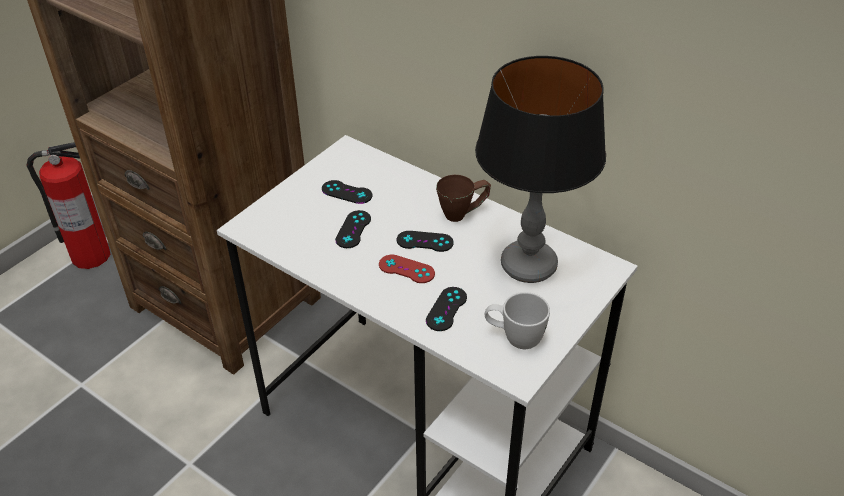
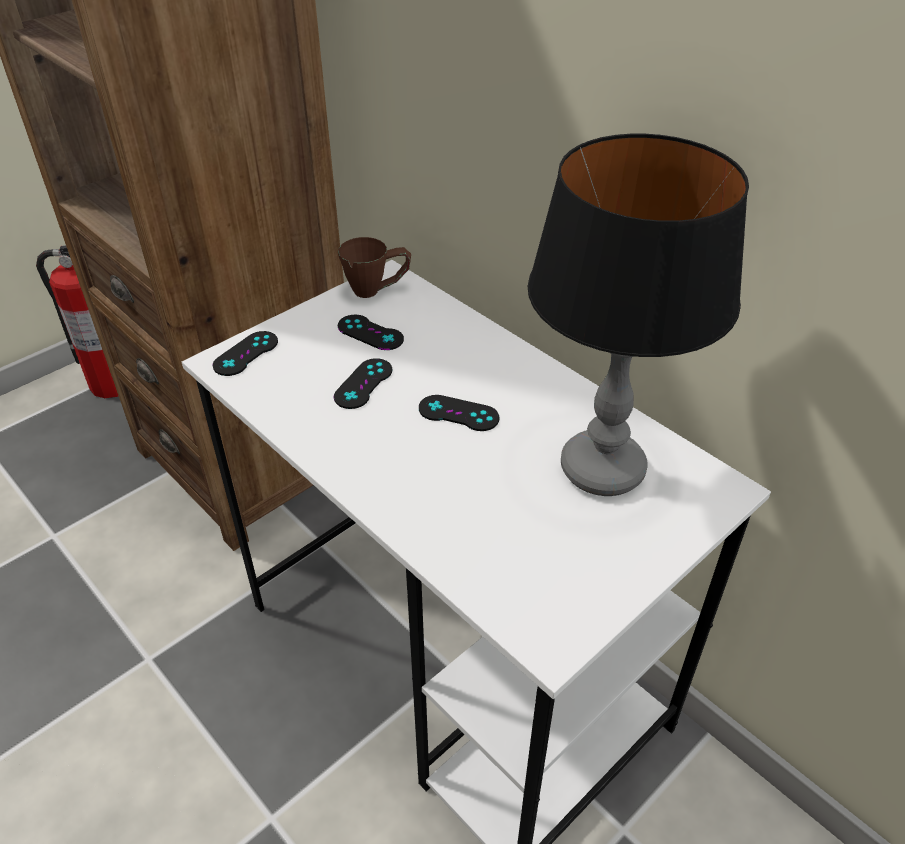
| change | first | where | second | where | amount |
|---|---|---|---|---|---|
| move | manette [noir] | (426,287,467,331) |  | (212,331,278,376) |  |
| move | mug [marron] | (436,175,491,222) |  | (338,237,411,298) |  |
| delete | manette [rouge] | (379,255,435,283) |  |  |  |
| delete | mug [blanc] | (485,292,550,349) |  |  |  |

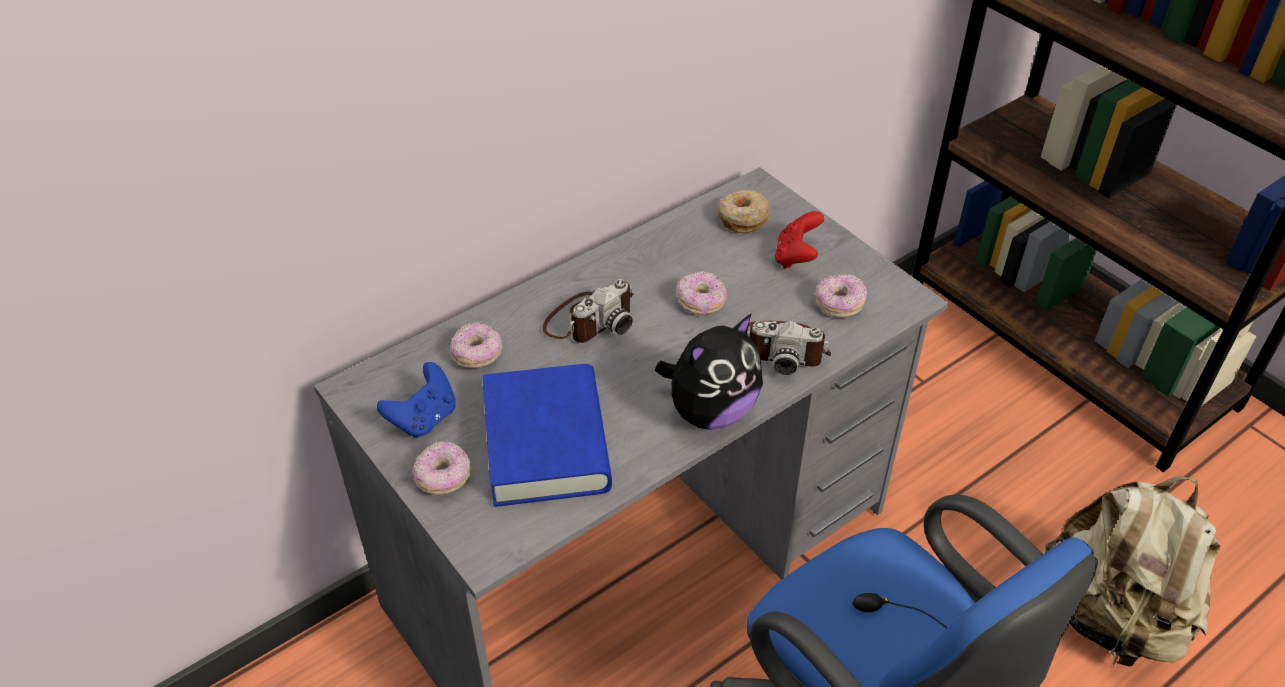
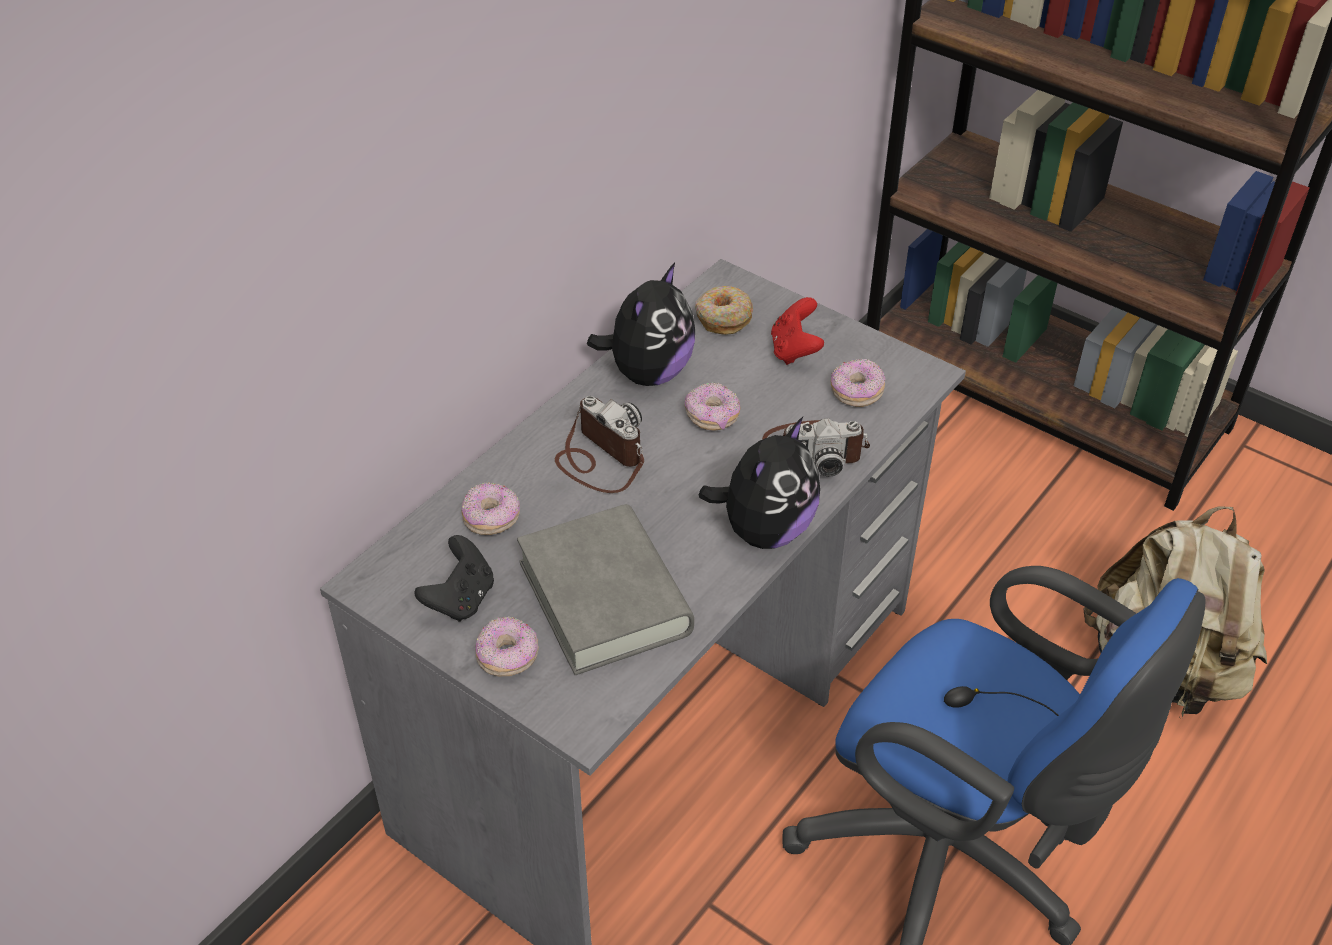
| change | first | where | second | where | amount |
|---|---|---|---|---|---|
| recolor | manette [bleu] | (377,362,456,438) | manette [noir] | (414,535,494,622) |  |
| recolor | livre [bleu] | (483,364,612,507) | livre [gris] | (517,504,694,675) |  |
| rotate | appareil photo | (542,279,634,343) |  | (555,396,644,493) | 75 degrees counterclockwise |
| insert |  |  | peluche | (587,263,695,386) |  |

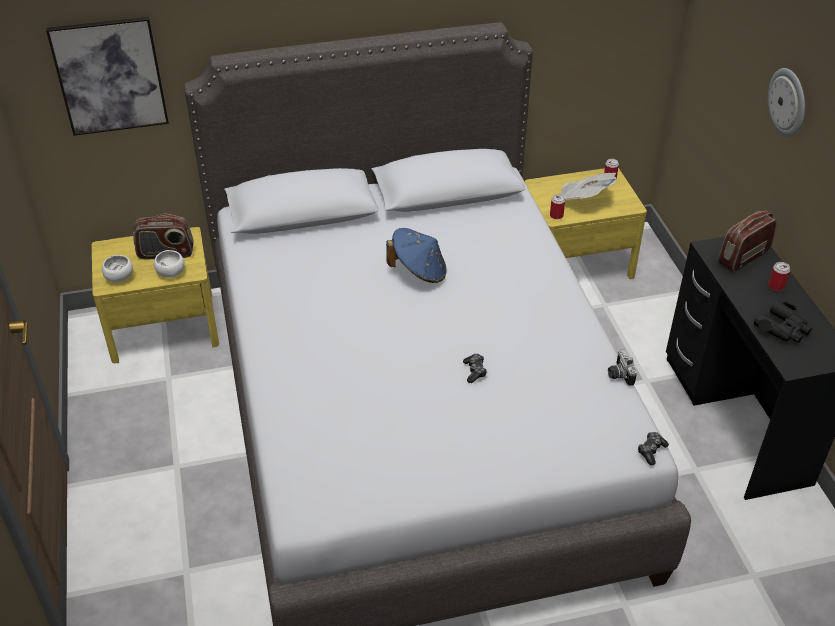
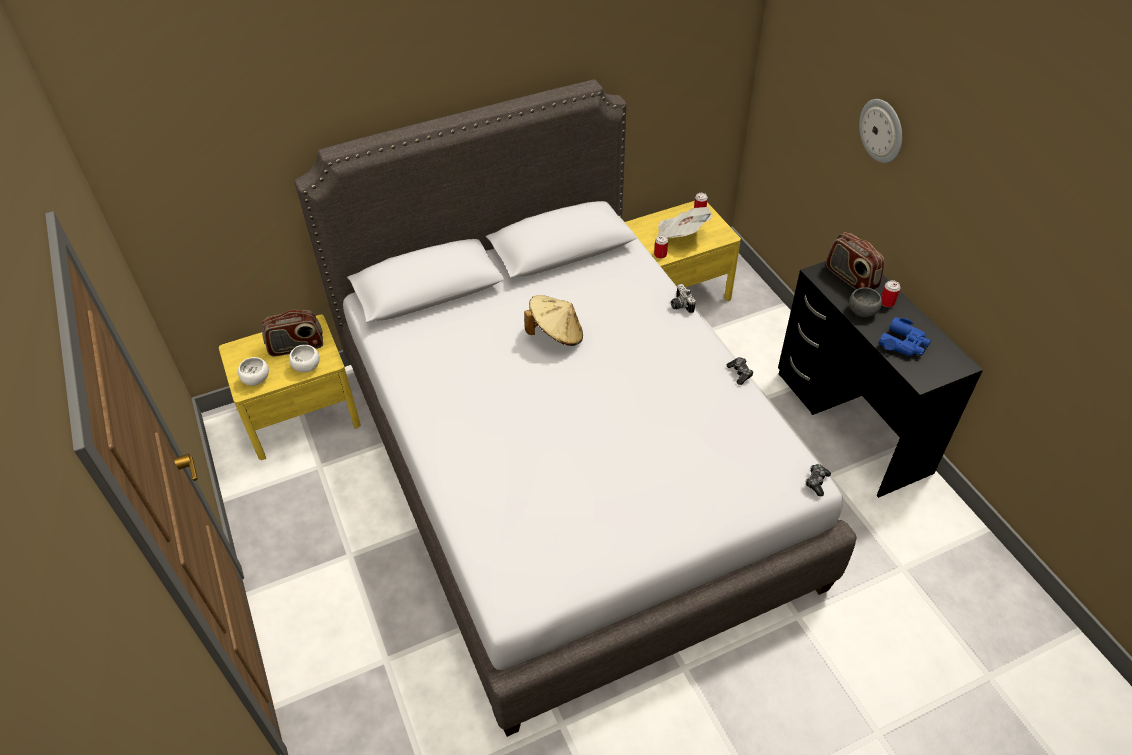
| change | first | where | second | where | amount |
|---|---|---|---|---|---|
| recolor | chapeau [bleu] | (386,228,447,283) | chapeau [beige] | (524,295,583,346) |  |
| move | appareil photo | (608,349,637,386) |  | (671,284,696,313) |  |
| move | manette | (463,354,487,383) |  | (727,357,754,385) |  |
| rotate | radio | (718,211,777,272) |  | (826,232,885,289) | 75 degrees counterclockwise |
| insert |  |  | bol [gris] | (849,287,882,317) |  |
| recolor | jumelles [noir] | (754,300,812,343) | jumelles [bleu] | (879,317,931,356) |  |
| delete | tableau | (46,17,169,136) |  |  |  |

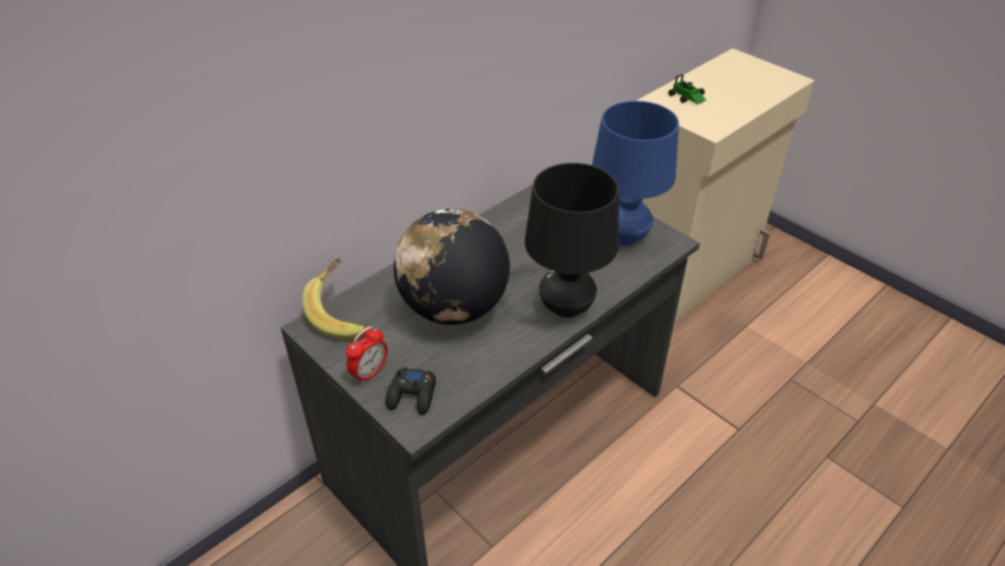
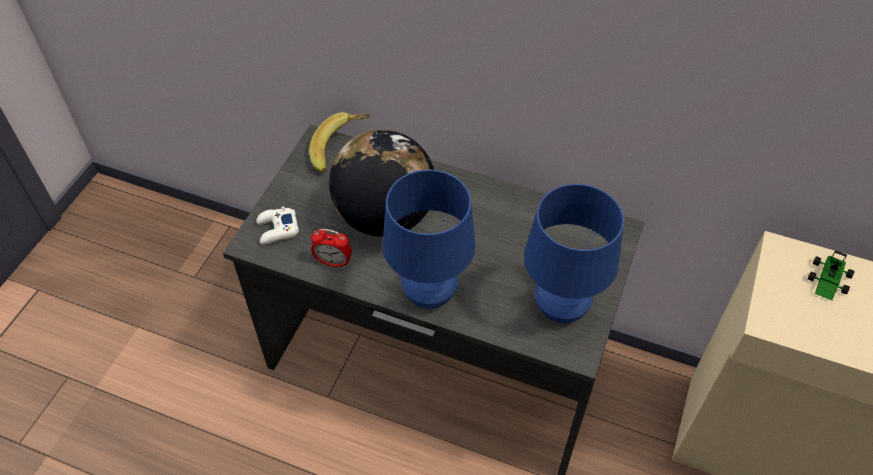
| change | first | where | second | where | amount |
|---|---|---|---|---|---|
| recolor | manette [noir] | (386,367,436,415) | manette [blanc] | (256,206,299,245) |  |
| move | réveil | (346,326,388,384) |  | (311,229,352,268) |  |
| recolor | lampe de table [noir] | (525,163,619,318) | lampe de table [bleu] | (383,170,476,308) |  |

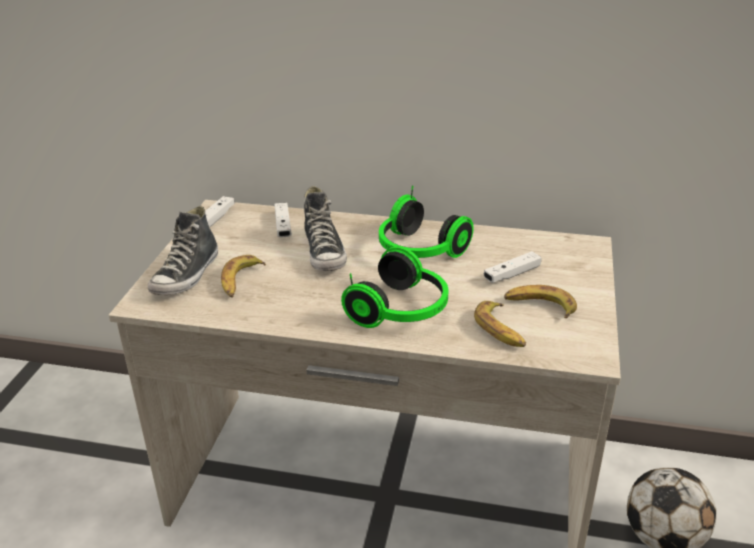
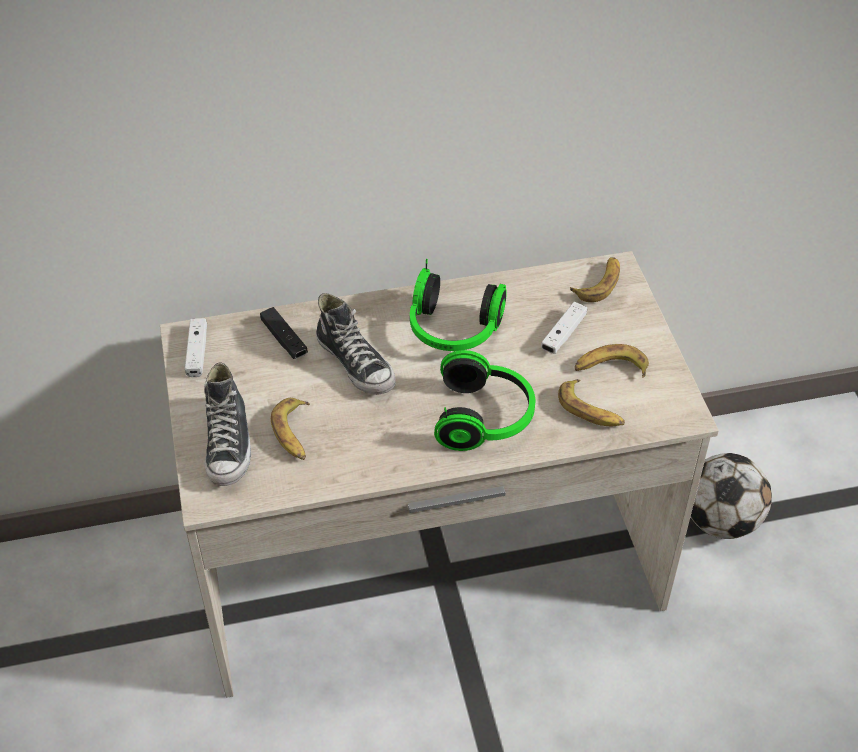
| change | first | where | second | where | amount |
|---|---|---|---|---|---|
| recolor | manette [blanc] | (274,203,292,237) | manette [noir] | (260,307,308,359) |  |
| insert |  |  | banane | (570,257,620,302) |  |

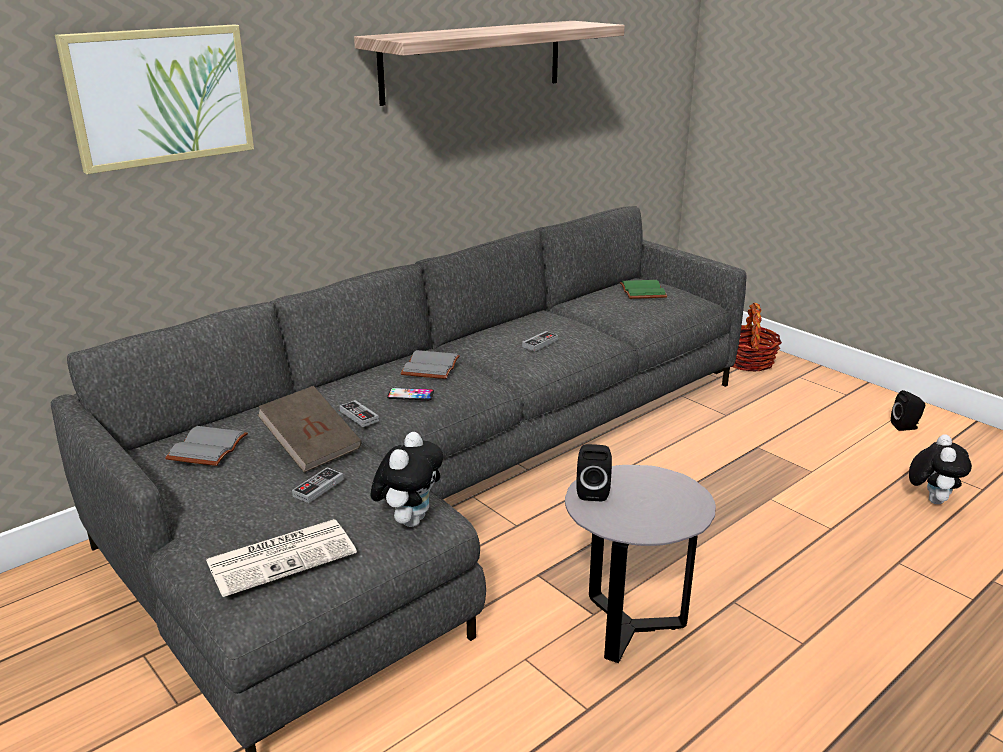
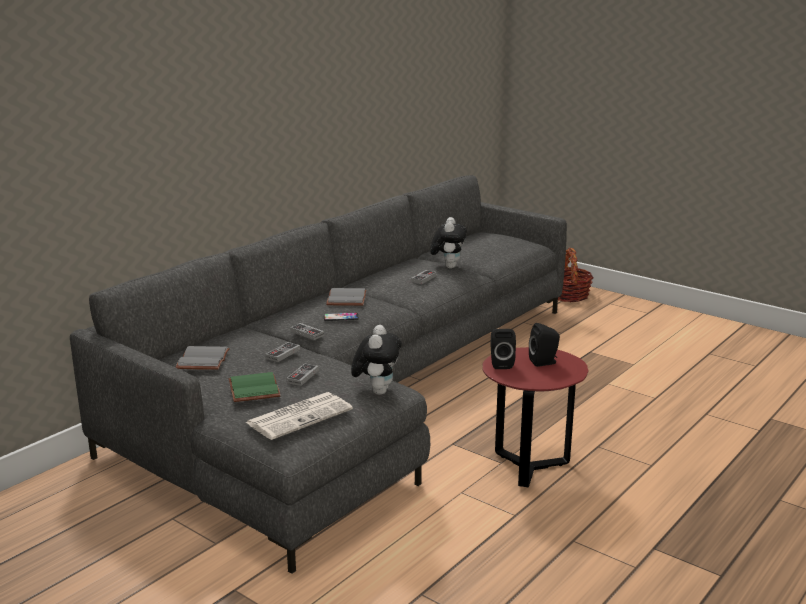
| change | first | where | second | where | amount |
|---|---|---|---|---|---|
| move | livre [vert] | (620,280,668,299) |  | (229,372,281,402) |  |
| replace | livre [marron] | (257,386,362,473) | manette | (266,342,300,362) |  |
| move | peluche | (909,434,972,504) |  | (430,217,467,268) |  |
| recolor | table d'appoint [gris] | (565,465,716,663) | table d'appoint [rouge] | (483,347,588,488) |  |
| move | enceinte [noir] | (891,390,925,431) |  | (529,323,560,367) |  |
| delete | tableau | (55,24,254,174) |  |  |  |
| delete | étagère | (354,21,625,106) |  |  |  |

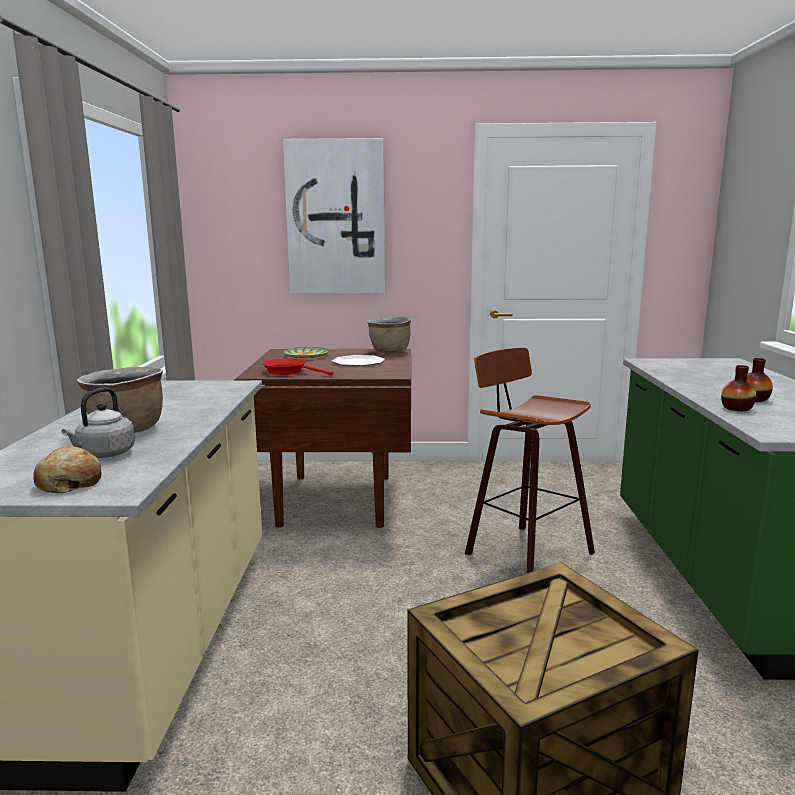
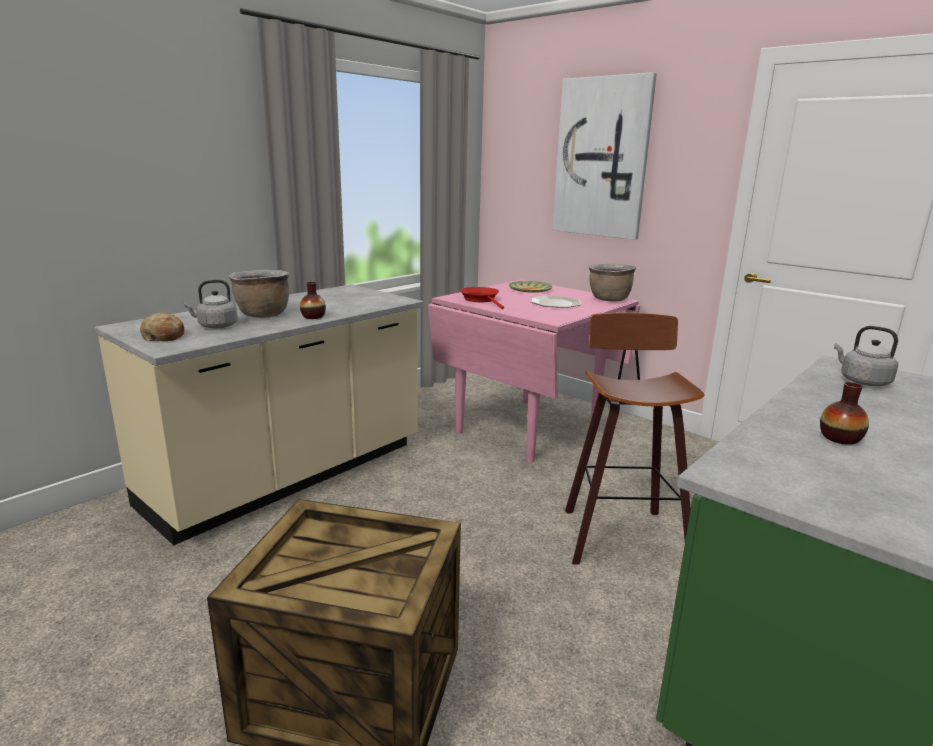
| change | first | where | second | where | amount |
|---|---|---|---|---|---|
| move | vase | (721,365,756,411) |  | (300,282,326,319) |  |
| recolor | table à manger [marron] | (234,349,411,528) | table à manger [rose] | (428,280,640,462) |  |
| insert |  |  | bouilloire [gris] | (834,326,898,386) |  |

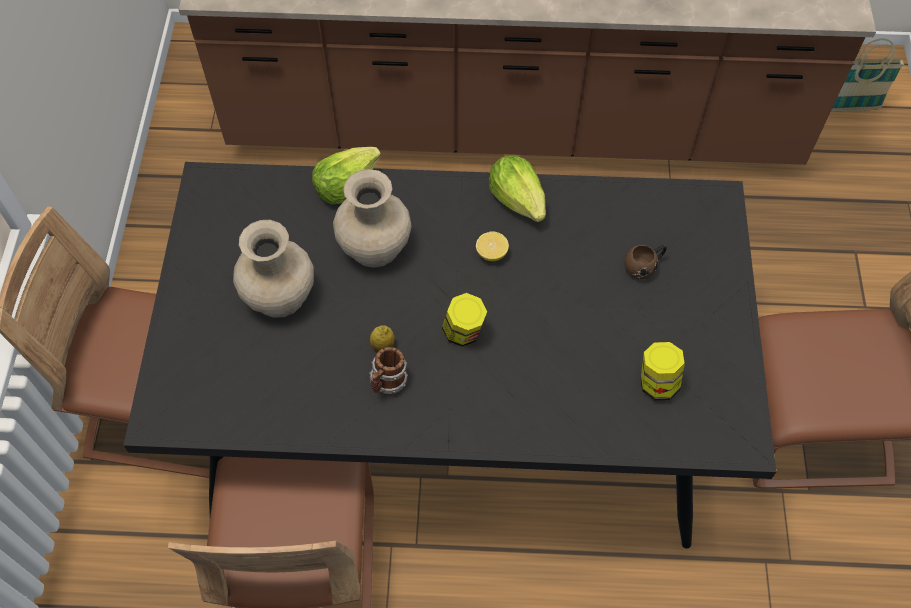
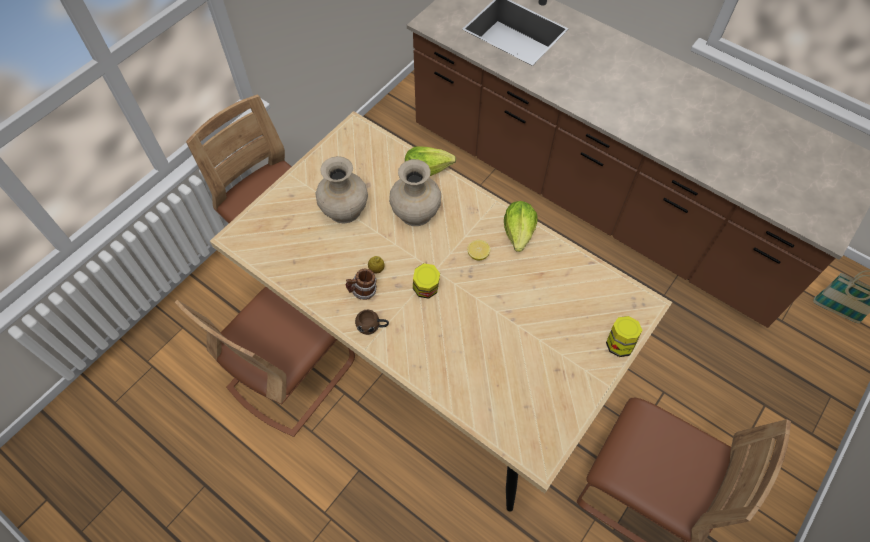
| change | first | where | second | where | amount |
|---|---|---|---|---|---|
| recolor | table à manger [noir] | (123,162,776,549) | table à manger [beige] | (210,111,672,512) |  |
| move | mug [marron] | (624,245,667,279) |  | (355,310,389,335) |  |
| move | bocal | (641,342,685,400) |  | (606,316,642,357) |  |

